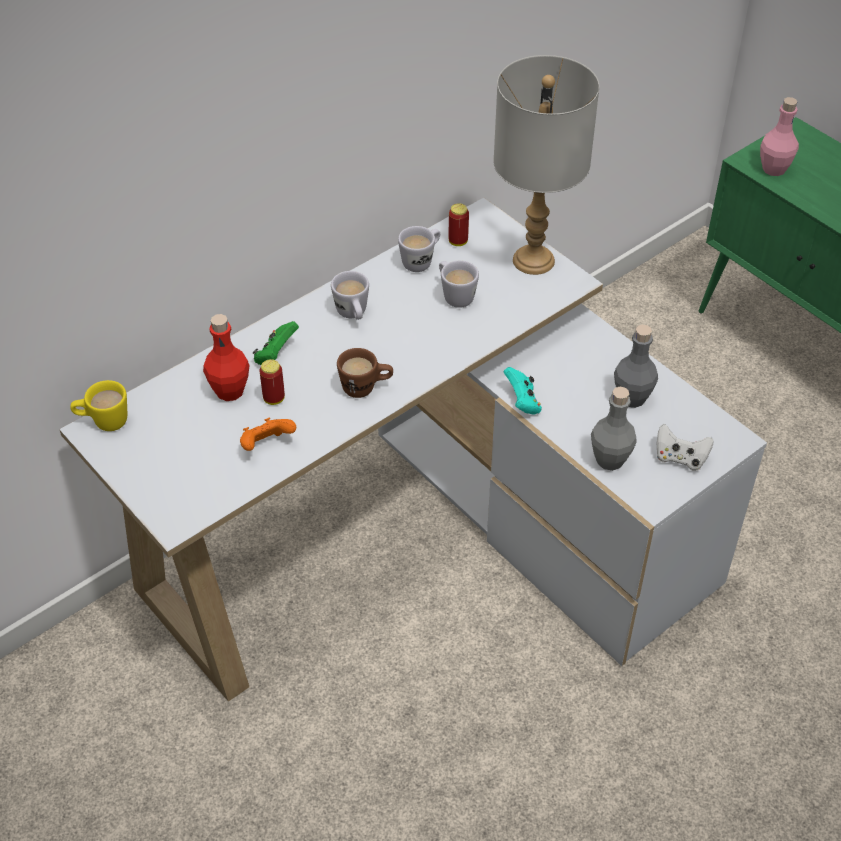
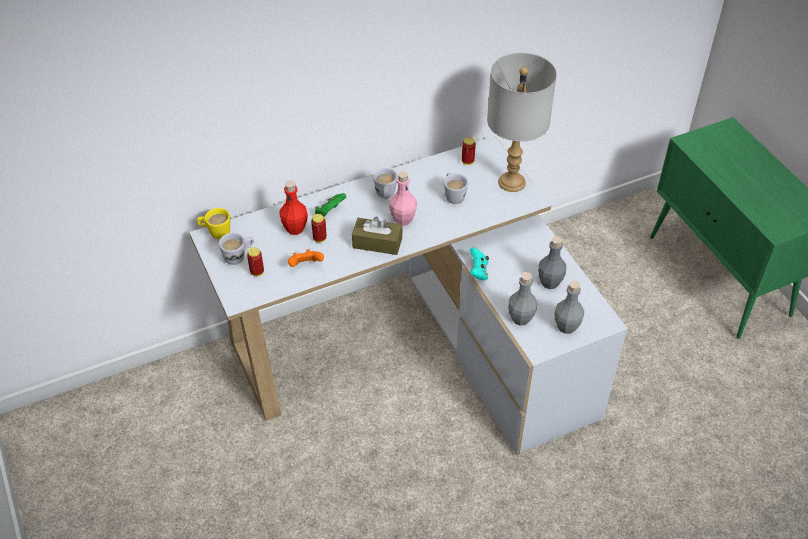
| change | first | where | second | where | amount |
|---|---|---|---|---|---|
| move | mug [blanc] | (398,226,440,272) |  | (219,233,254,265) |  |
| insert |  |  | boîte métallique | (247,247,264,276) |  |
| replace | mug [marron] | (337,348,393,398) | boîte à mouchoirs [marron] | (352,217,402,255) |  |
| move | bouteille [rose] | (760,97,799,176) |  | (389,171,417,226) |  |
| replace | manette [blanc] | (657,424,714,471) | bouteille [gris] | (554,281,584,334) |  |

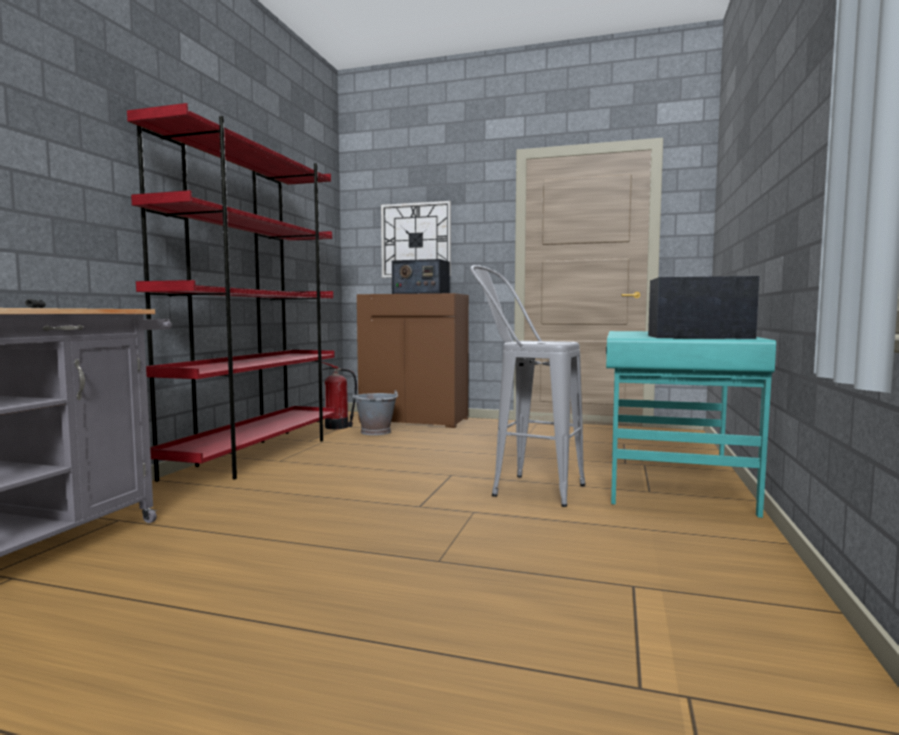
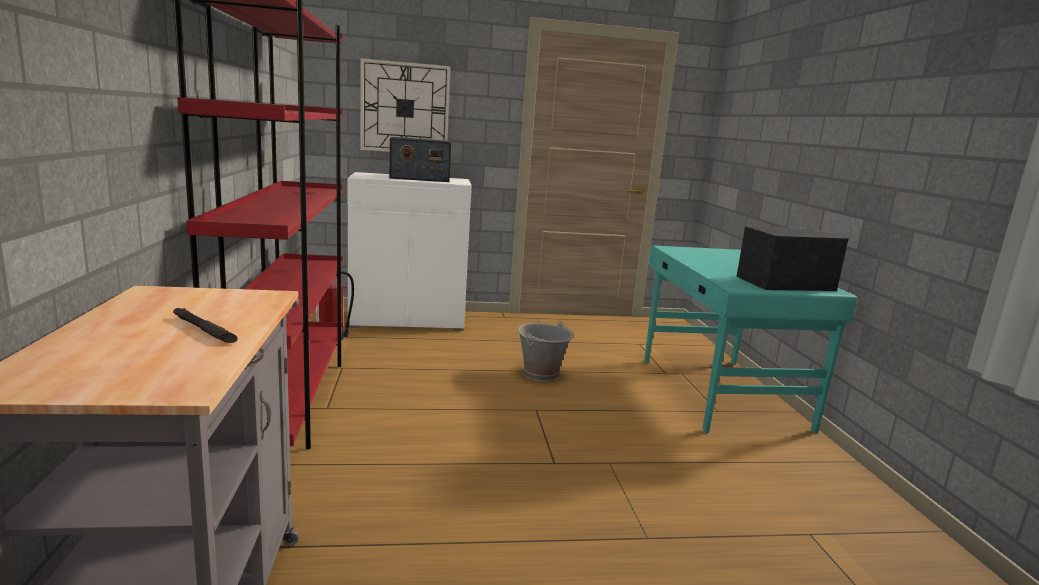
| change | first | where | second | where | amount |
|---|---|---|---|---|---|
| recolor | meuble de rangement [marron] | (357,293,469,428) | meuble de rangement [blanc] | (348,172,472,331) |  |
| move | seau [gris] | (353,390,398,435) |  | (518,321,573,382) |  |
| delete | tabouret [gris] | (470,265,585,507) |  |  |  |

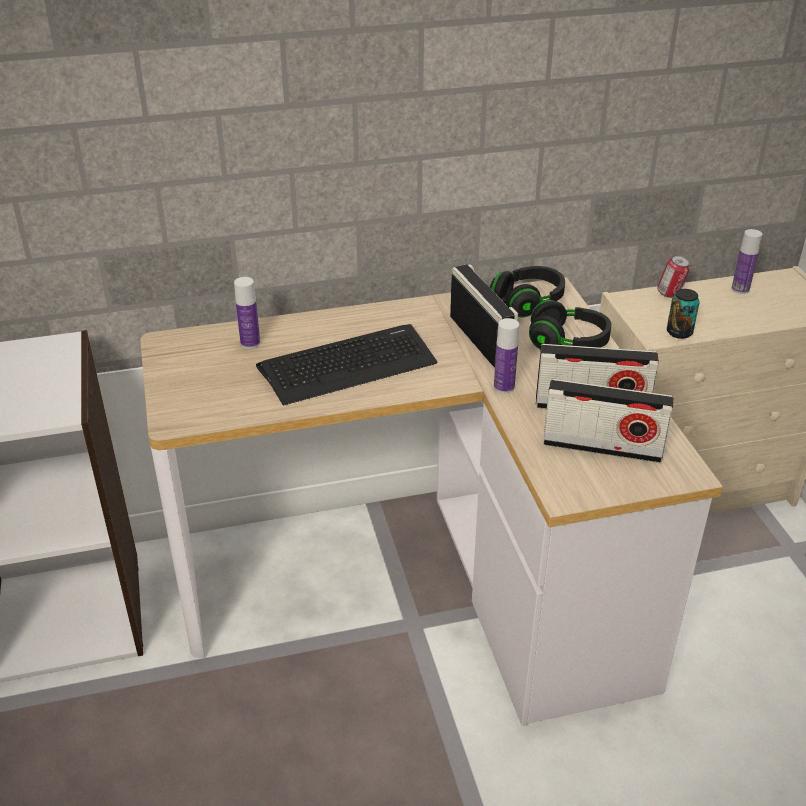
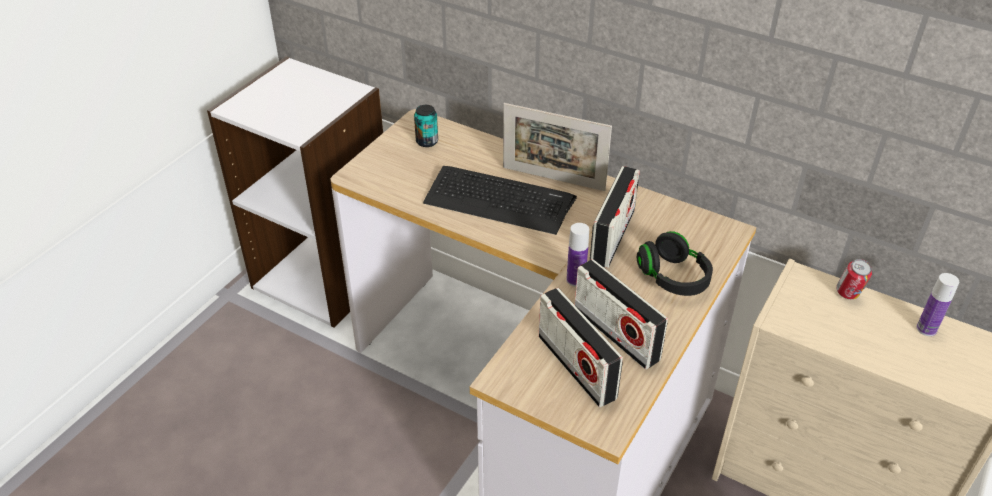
| change | first | where | second | where | amount |
|---|---|---|---|---|---|
| move | boîte métallique | (667,289,700,339) |  | (414,105,438,147) |  |
| insert |  |  | cadre photo | (503,103,612,191) |  |
| delete | bouteille | (234,277,260,349) |  |  |  |
| delete | casque audio [noir] | (490,266,565,318) |  |  |  |

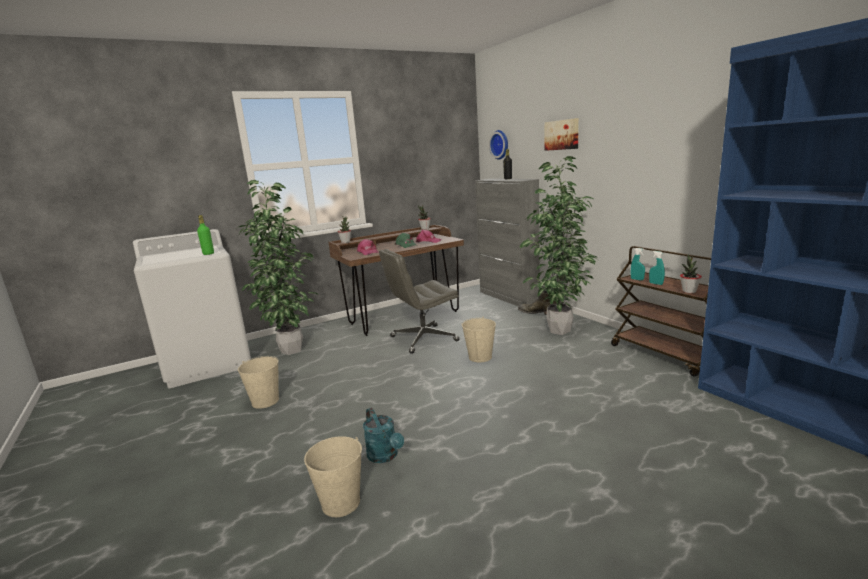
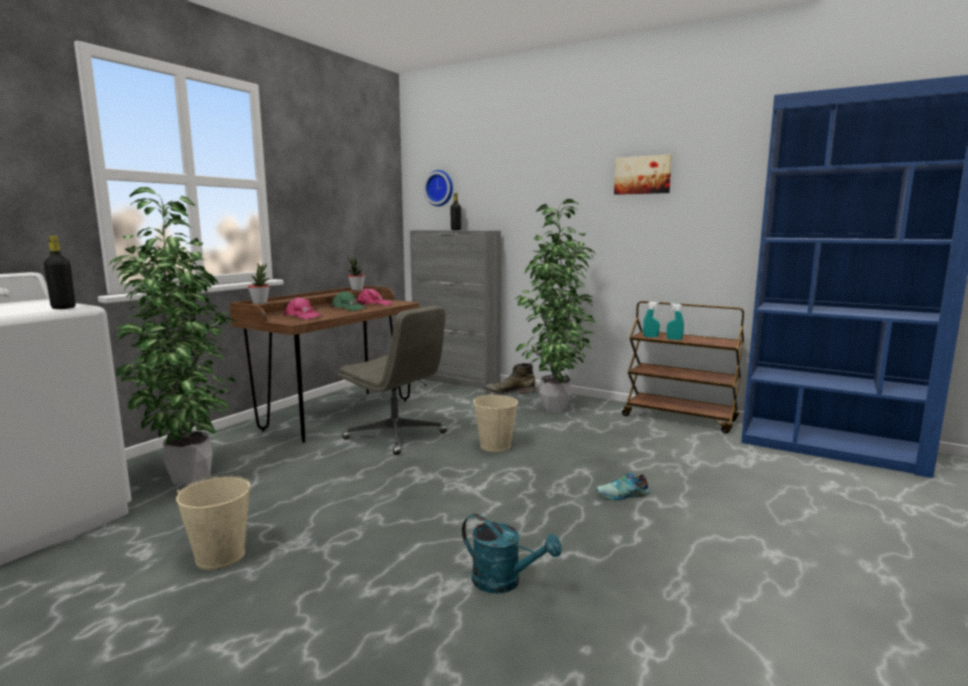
| change | first | where | second | where | amount |
|---|---|---|---|---|---|
| recolor | bouteille [vert] | (197,215,214,255) | bouteille [noir] | (44,236,75,309) |  |
| rotate | chaise de bureau [gris] | (379,249,460,354) |  | (338,306,447,455) | 90 degrees counterclockwise |
| insert |  |  | chaussure | (596,471,650,500) |  |
| move | tableau | (544,118,579,151) |  | (614,154,672,195) |  |
| delete | seau [beige] | (304,436,362,517) |  |  |  |
| delete | plante en pot | (680,254,702,293) |  |  |  |

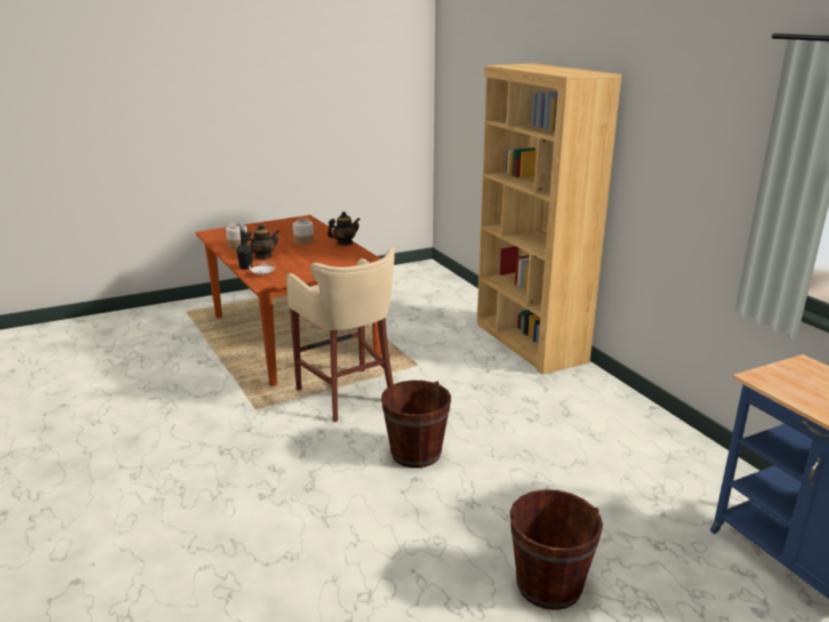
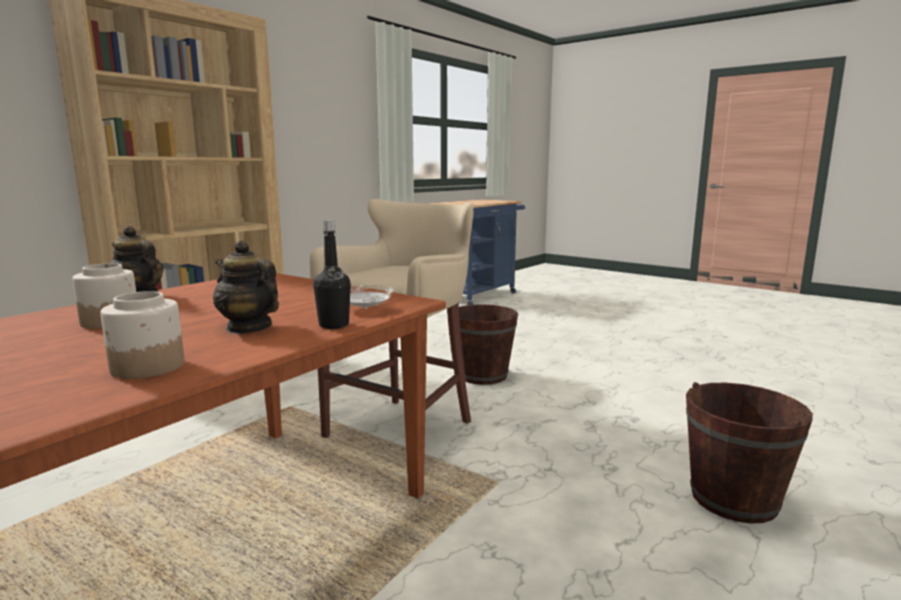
| change | first | where | second | where | amount |
|---|---|---|---|---|---|
| move | seau [marron] | (510,490,603,610) |  | (686,382,813,524) |  |

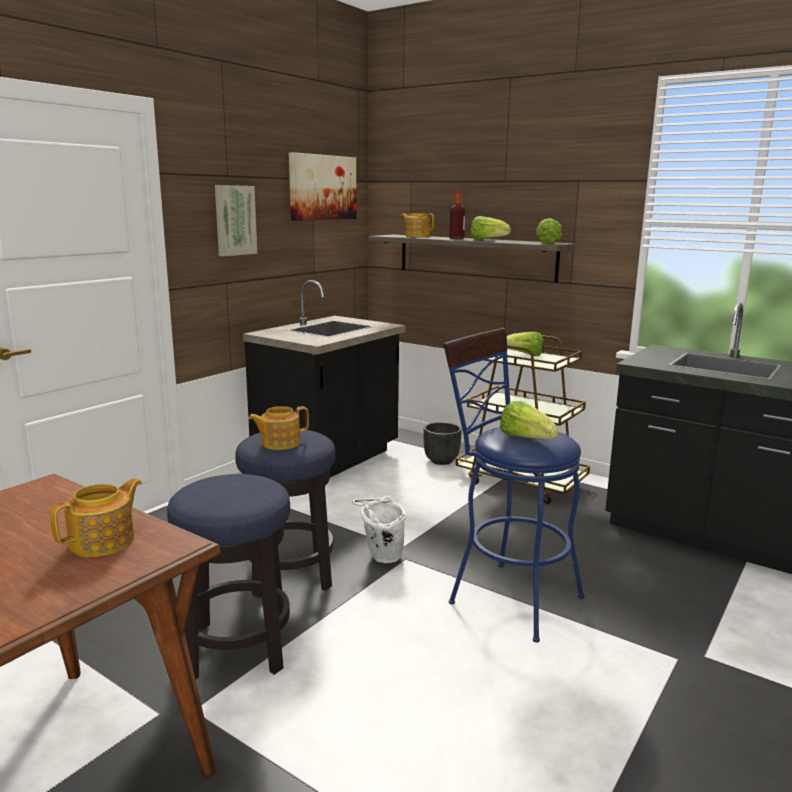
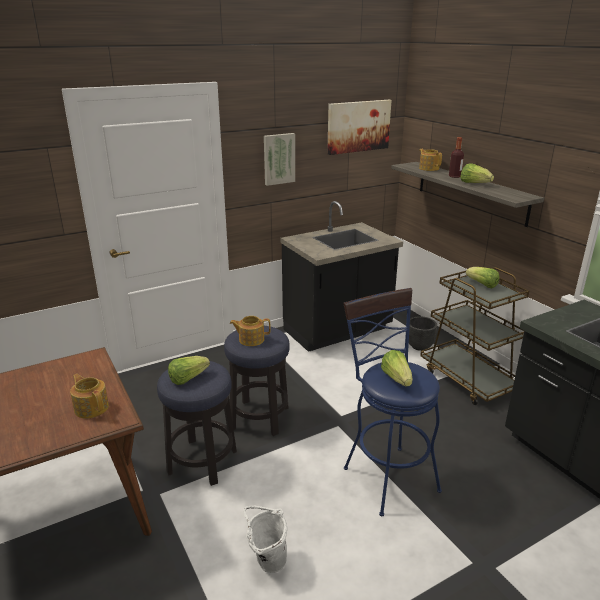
| change | first | where | second | where | amount |
|---|---|---|---|---|---|
| rotate | théière | (50,478,142,557) |  | (70,374,109,419) | 105 degrees counterclockwise |
| move | laitue | (536,218,562,244) |  | (168,356,210,385) |  |
| move | seau [blanc] | (352,496,406,563) |  | (243,506,287,573) |  |

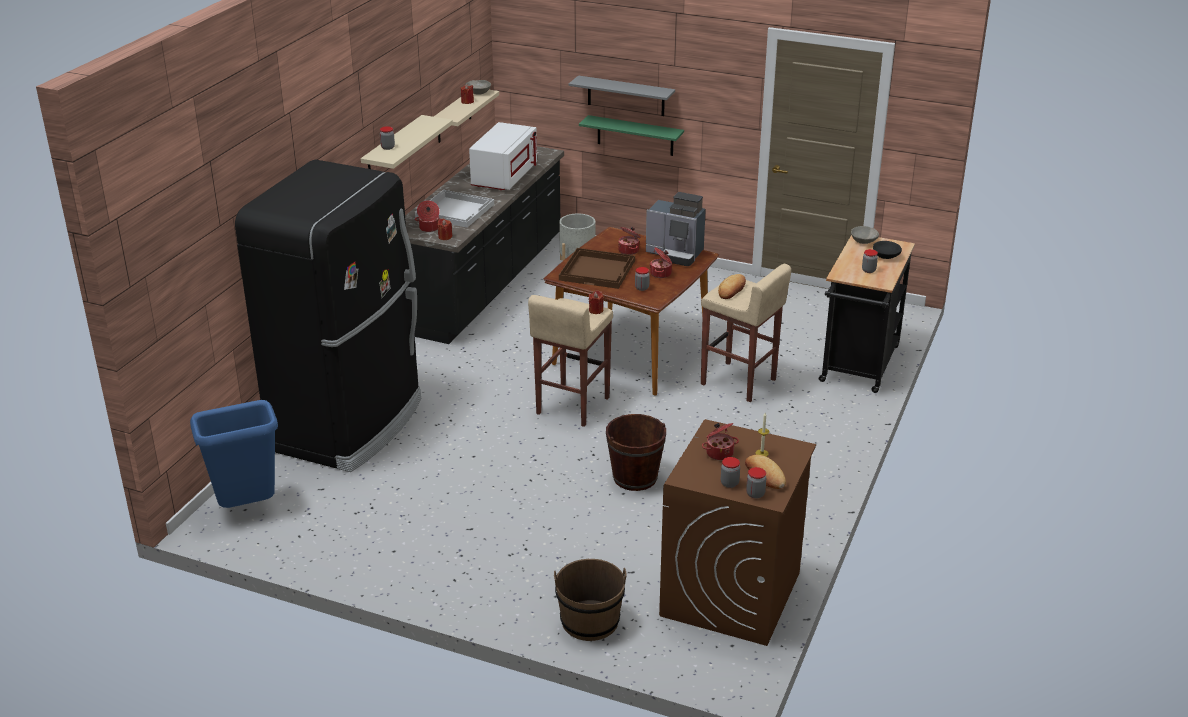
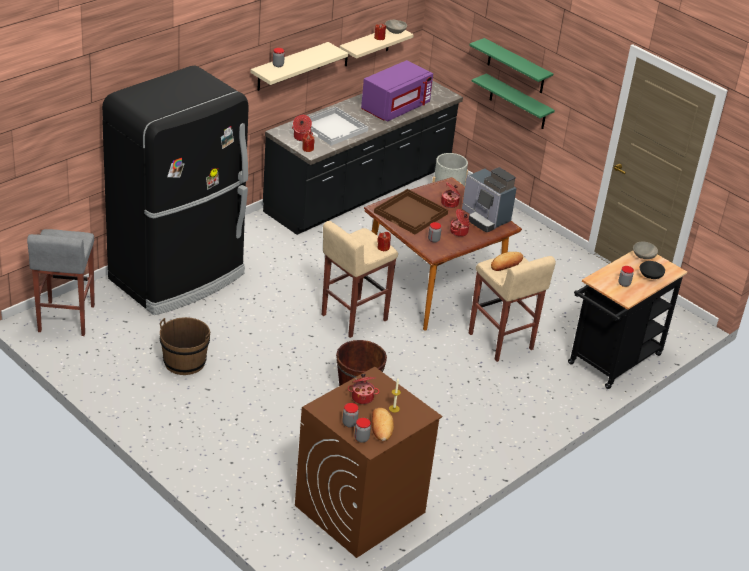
| change | first | where | second | where | amount |
|---|---|---|---|---|---|
| replace | poubelle [bleu] | (190,400,278,508) | tabouret [gris] | (27,229,95,336) |  |
| move | seau [marron] | (554,559,627,641) |  | (160,317,211,375) |  |
| recolor | micro-ondes [blanc] | (469,122,537,190) | micro-ondes [violet] | (361,60,433,122) |  |
| recolor | étagère [gris] | (569,75,675,116) | étagère [vert] | (469,38,553,93) |  |

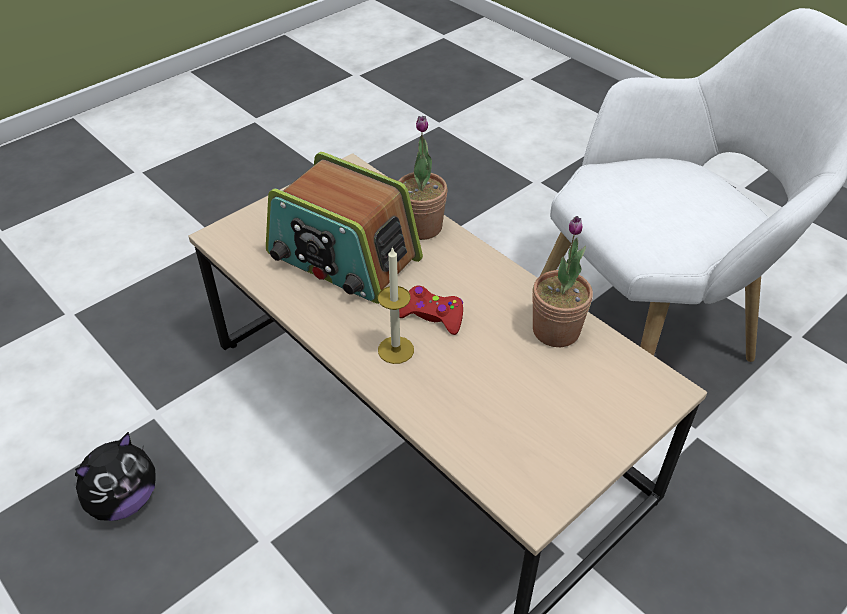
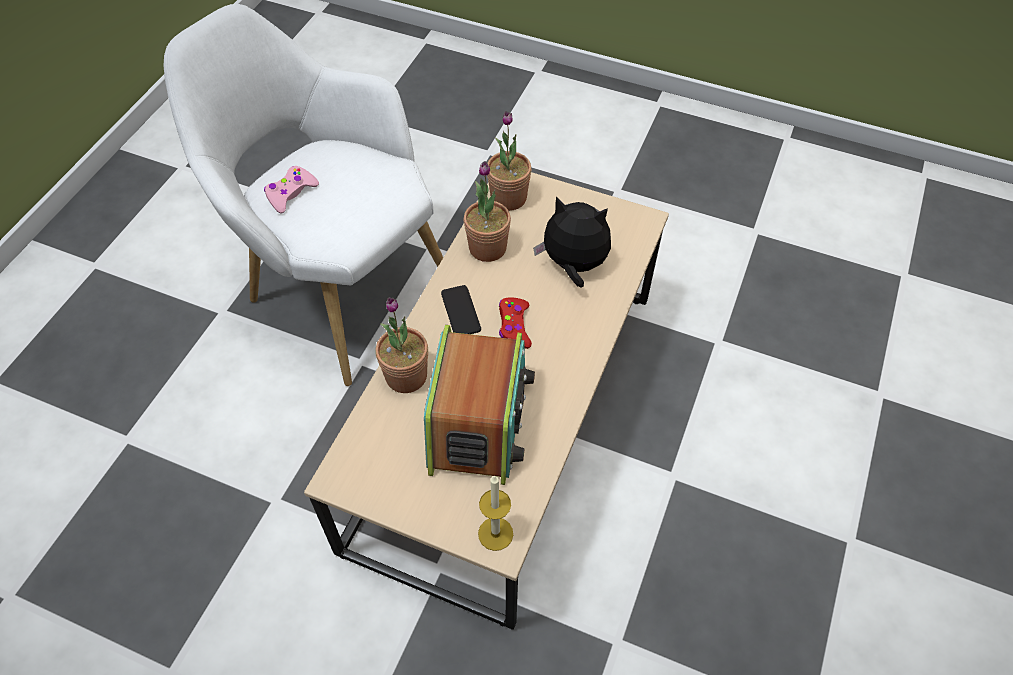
| change | first | where | second | where | amount |
|---|---|---|---|---|---|
| insert |  |  | manette [rose] | (264,166,319,213) |  |
| insert |  |  | téléphone | (441,285,481,334) |  |
| move | bougie | (378,246,414,364) |  | (478,475,513,551) |  |
| insert |  |  | plante en pot | (487,111,532,211) |  |
| move | peluche | (75,432,156,521) |  | (533,196,611,288) |  |

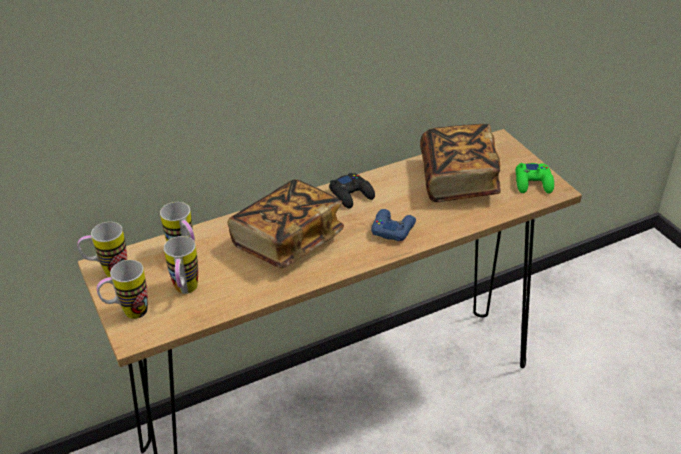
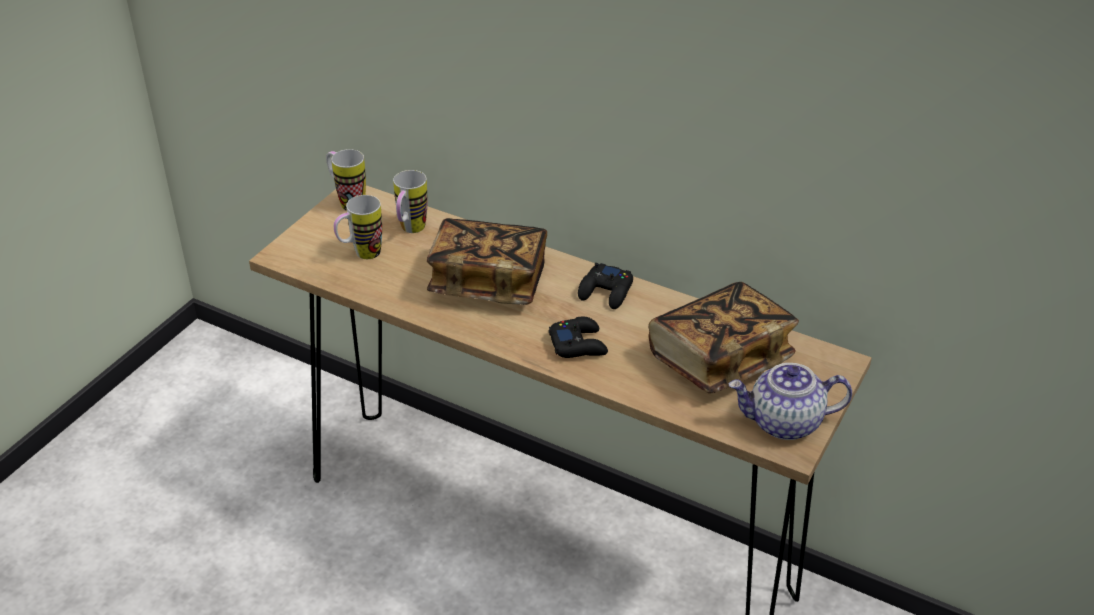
| change | first | where | second | where | amount |
|---|---|---|---|---|---|
| recolor | manette [bleu] | (371,209,416,241) | manette [noir] | (549,317,608,358) |  |
| replace | manette [vert] | (516,163,554,194) | théière | (729,363,852,440) |  |
| delete | mug | (97,260,148,319) |  |  |  |

